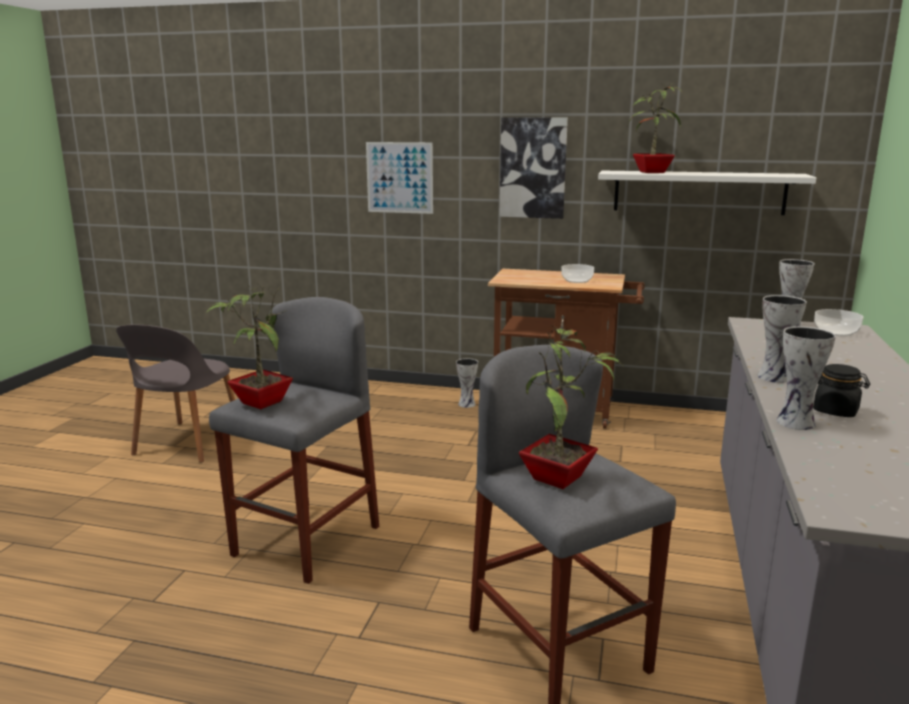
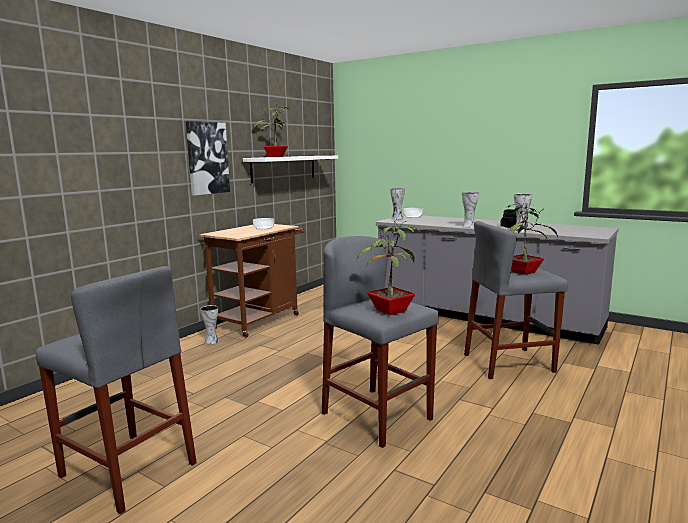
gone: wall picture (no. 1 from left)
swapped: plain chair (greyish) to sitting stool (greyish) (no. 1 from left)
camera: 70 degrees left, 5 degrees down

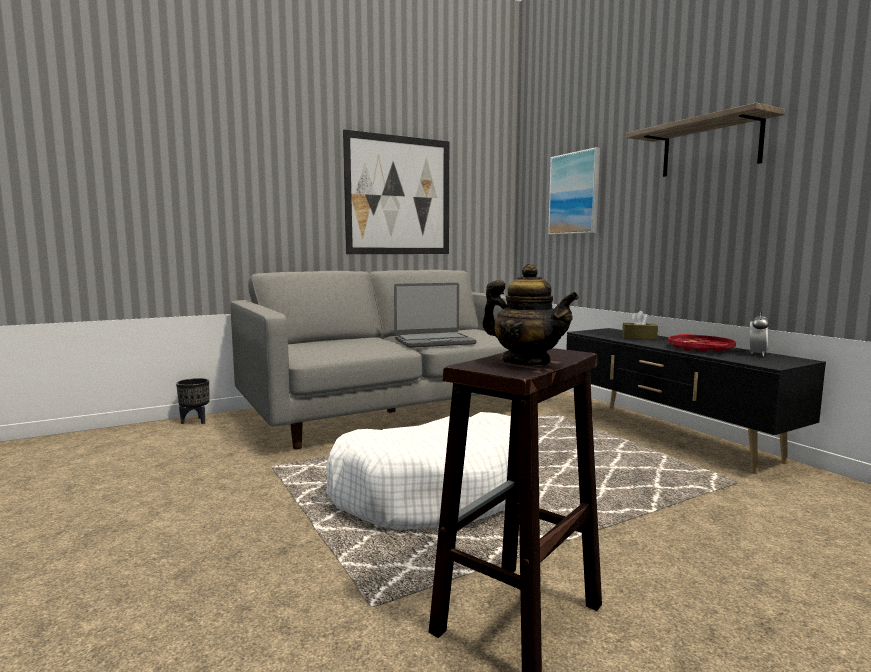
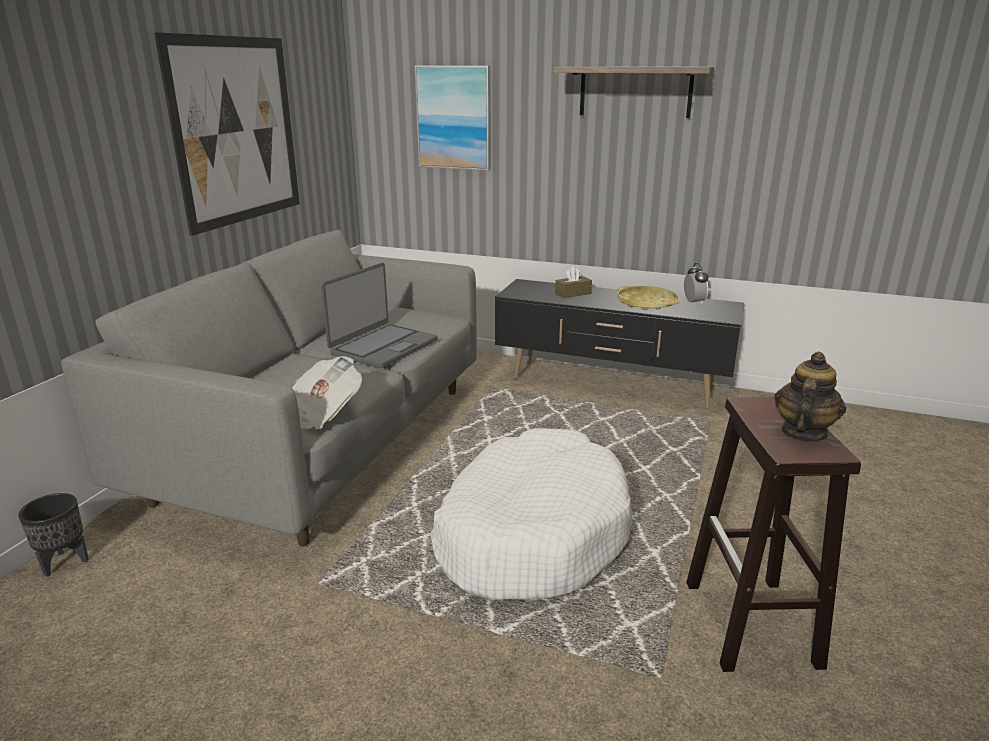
new: daily paper
repainted: carrying tray (red-coloured) to carrying tray (yellowish)
rotated: pot for tea 60 degrees counterclockwise
camera: 40 degrees left, 15 degrees up

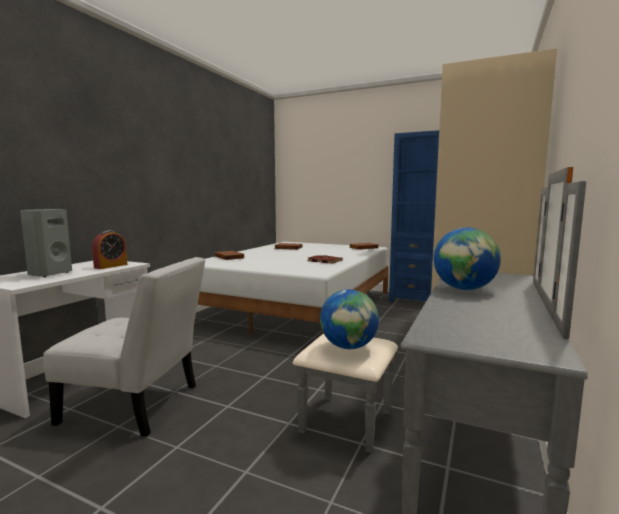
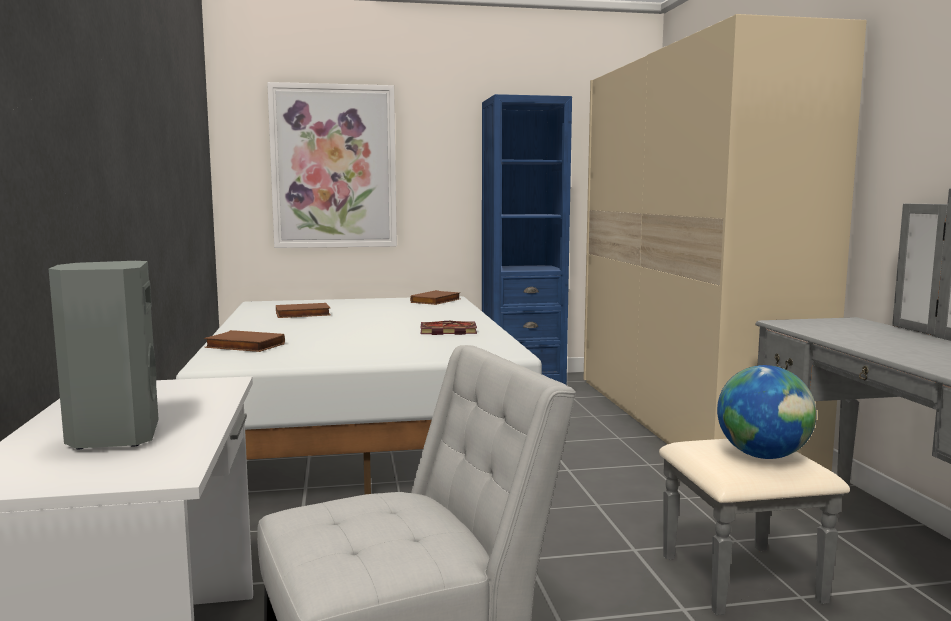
gone: bedside clock; desk globe (no. 2 from left)
new: wall picture
camera: 35 degrees left, 0 degrees up

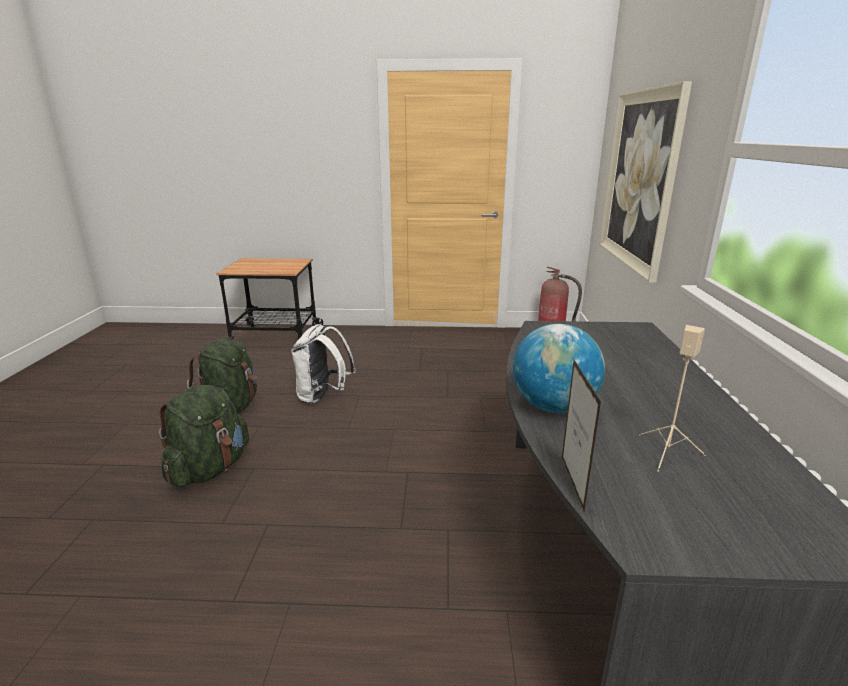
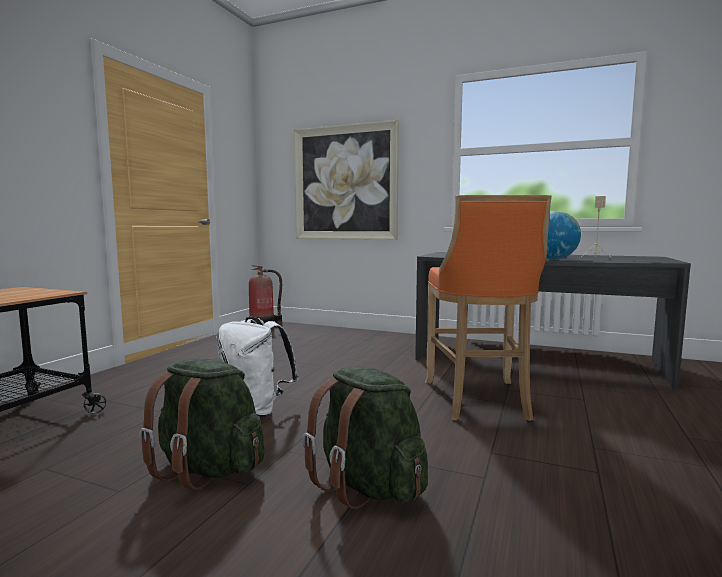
gone: standing frame
new: sitting stool (orangey)
camera: 70 degrees left, 15 degrees down

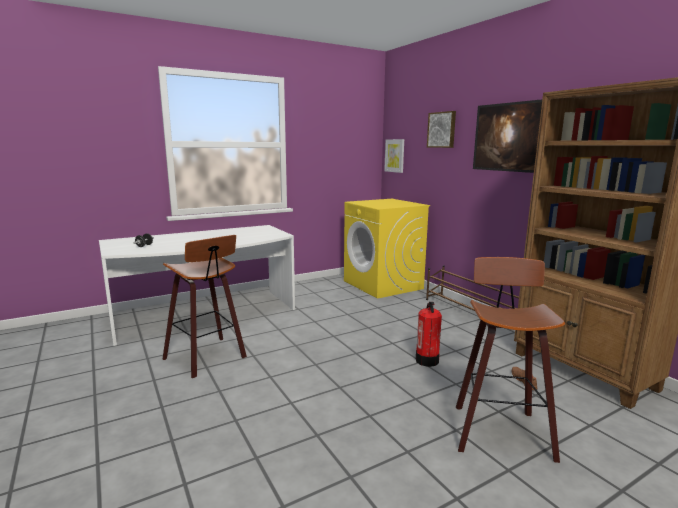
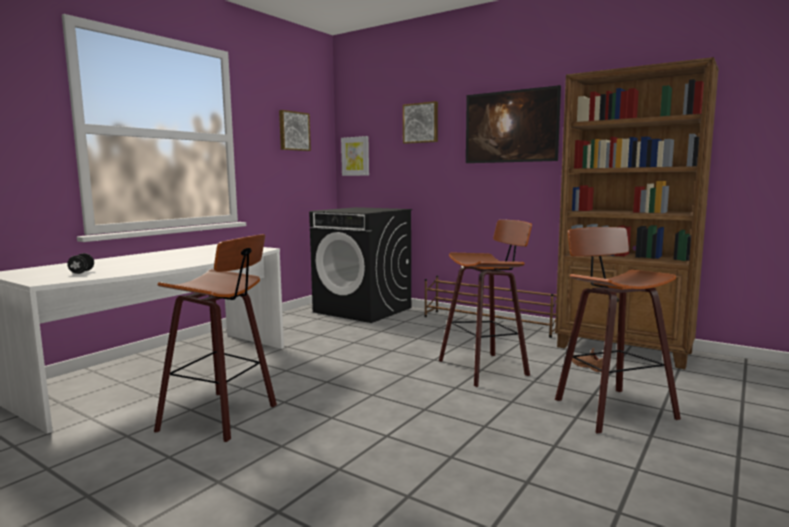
new: wall picture (no. 1 from left)
swapped: extinguisher to sitting stool (no. 2 from left)
repainted: washing machine (yellowish) to washing machine (black-coloured)
camera: 25 degrees left, 5 degrees down

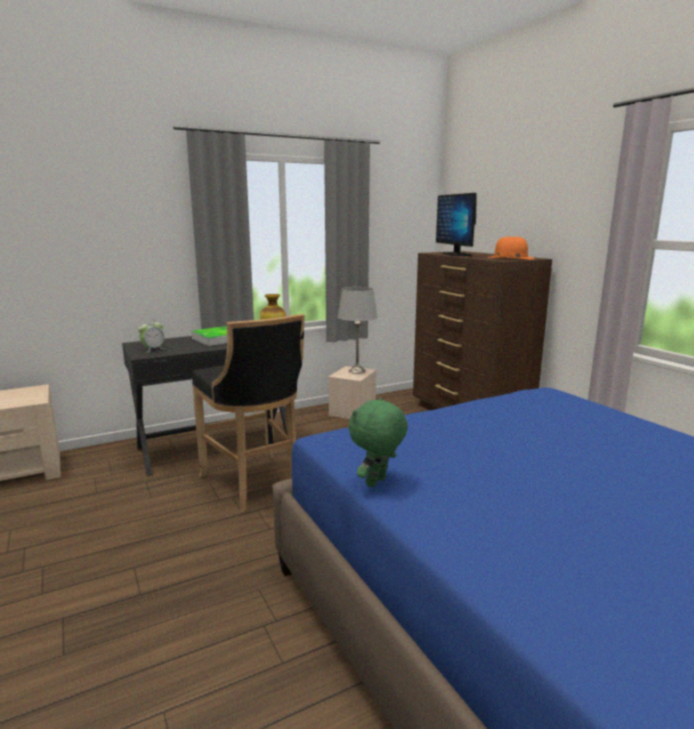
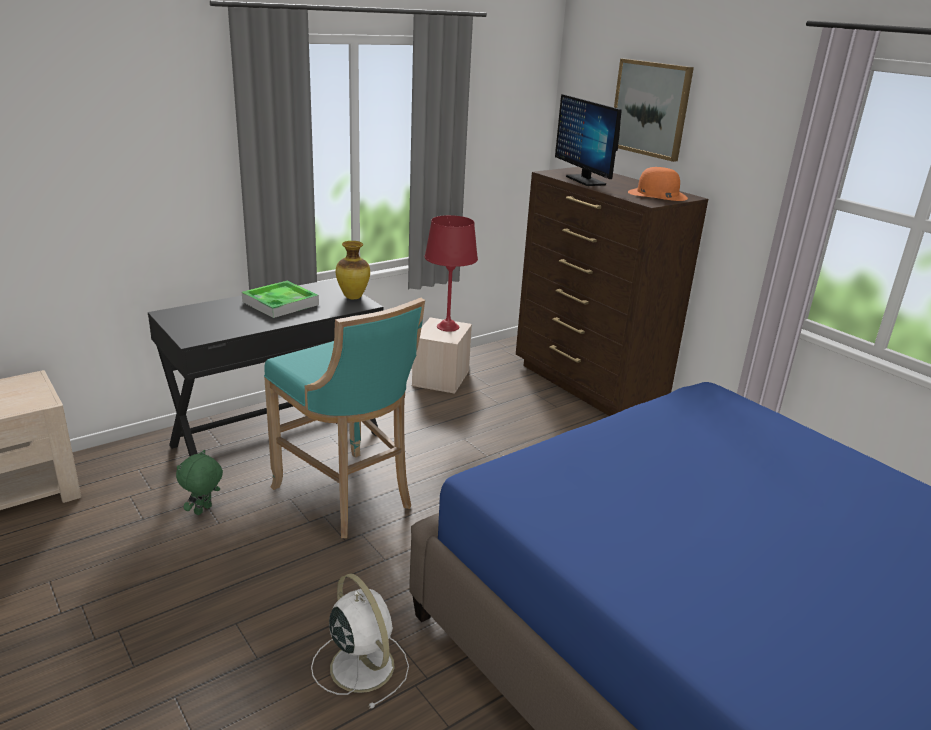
gone: bedside clock
new: fan (white); wall picture
shifted: cuddly toy (green)
repainted: sitting stool (black-coloured) to sitting stool (blue-green); table lamp (greyish) to table lamp (red-coloured)
camera: 10 degrees left, 10 degrees up

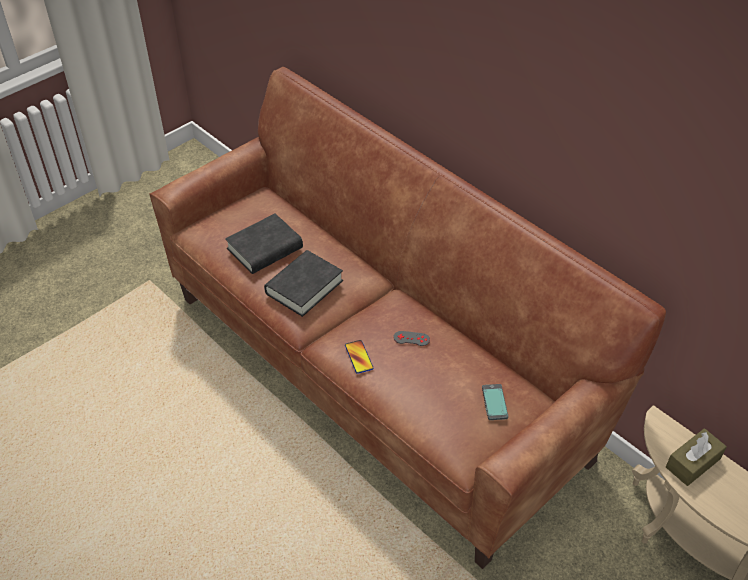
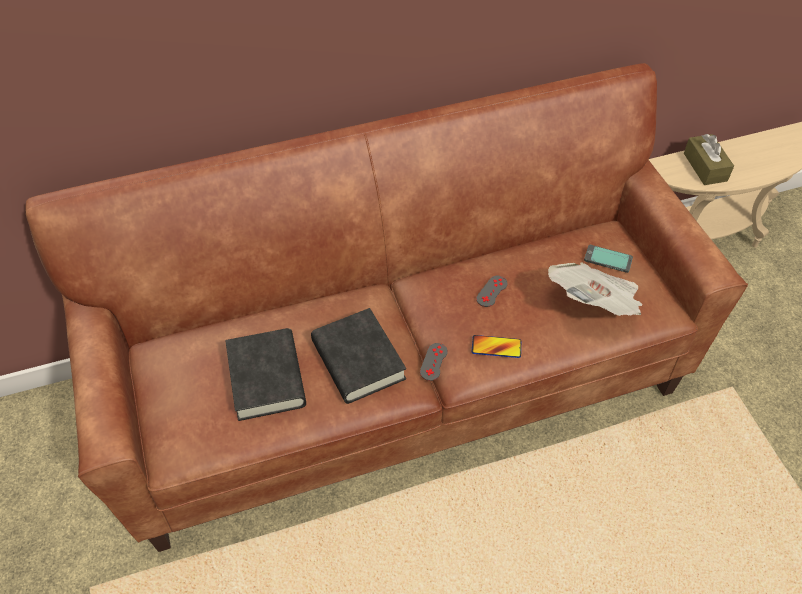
new: joypad (greyish) (no. 1 from left); daily paper
camera: 65 degrees left, 5 degrees up

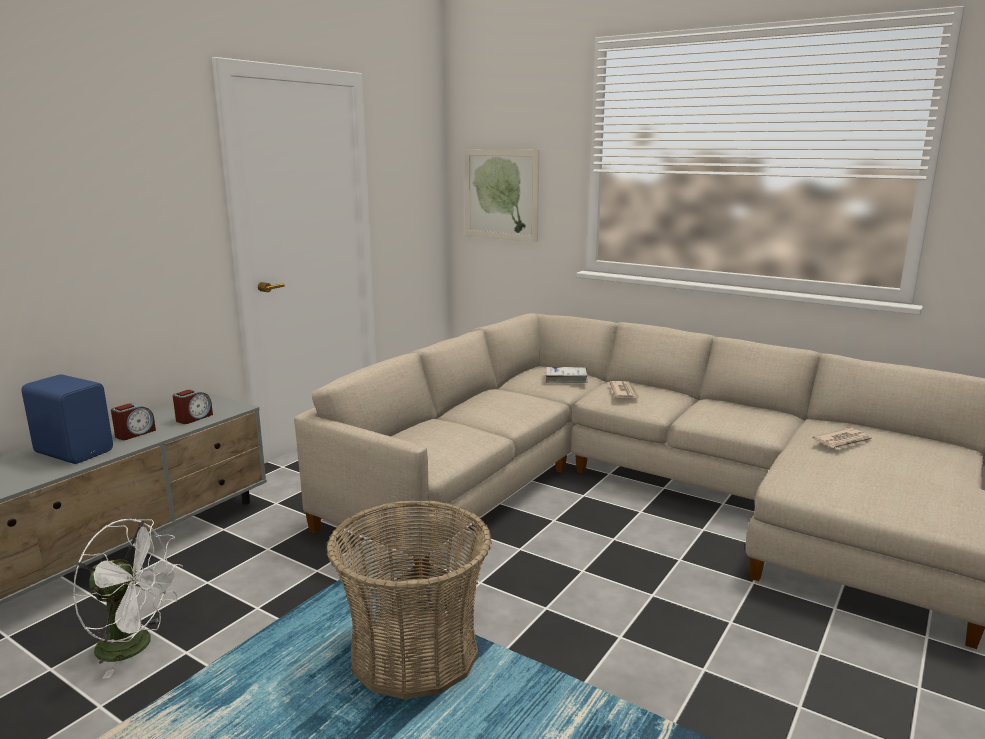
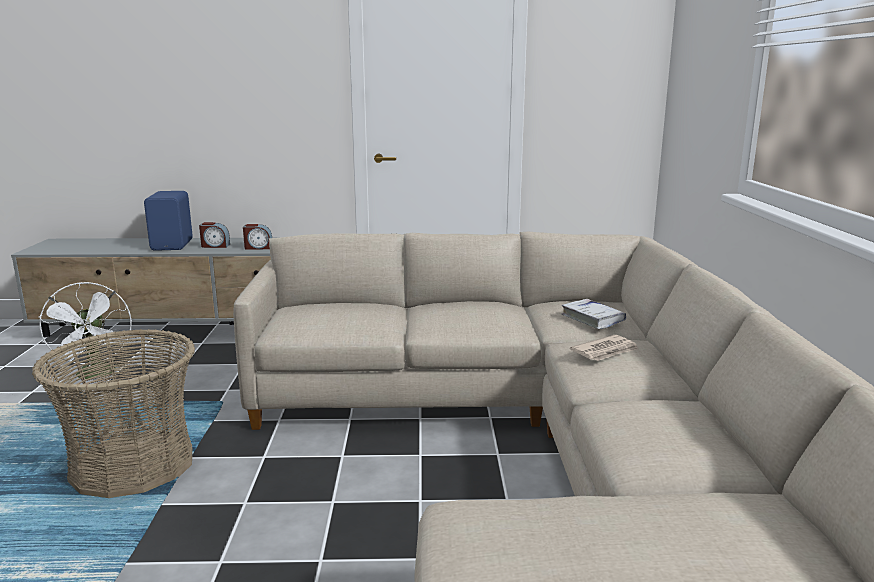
gone: wall picture; daily paper (no. 2 from left)
camera: 55 degrees right, 0 degrees up

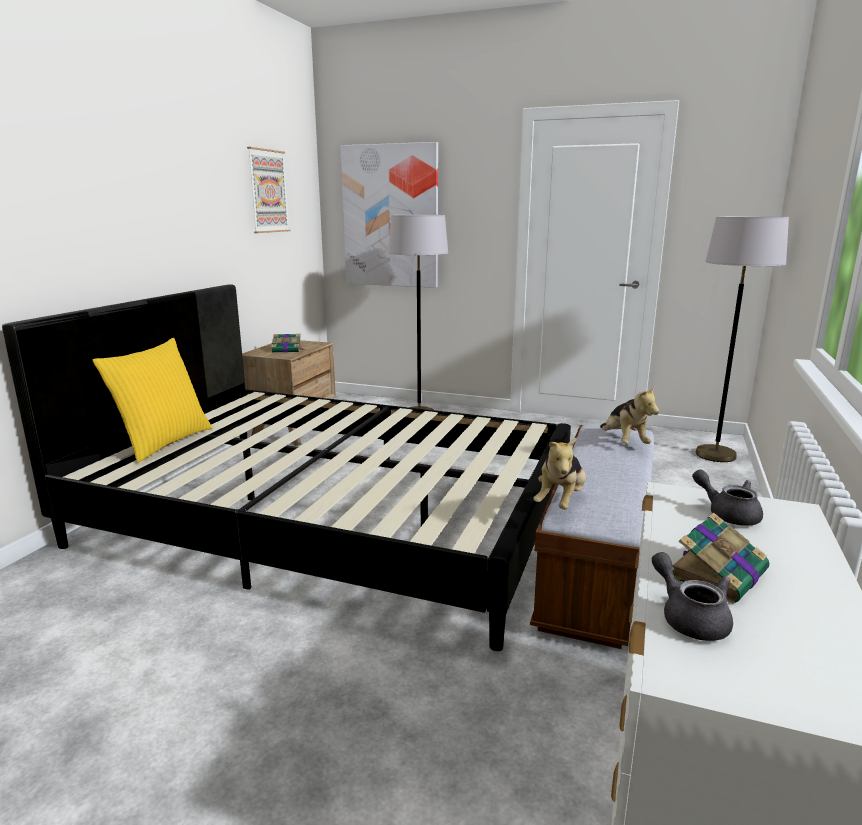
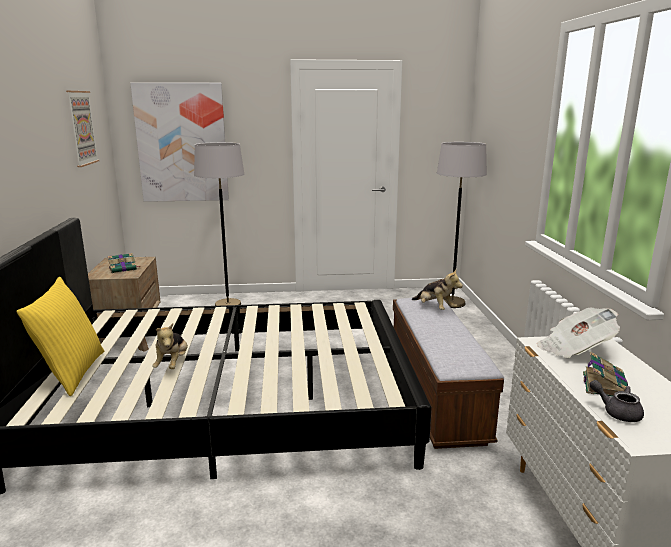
shifted: cuddly toy (no. 1 from left)
swapped: pot for tea (greyish) (no. 2 from left) to daily paper
camera: 25 degrees left, 0 degrees up

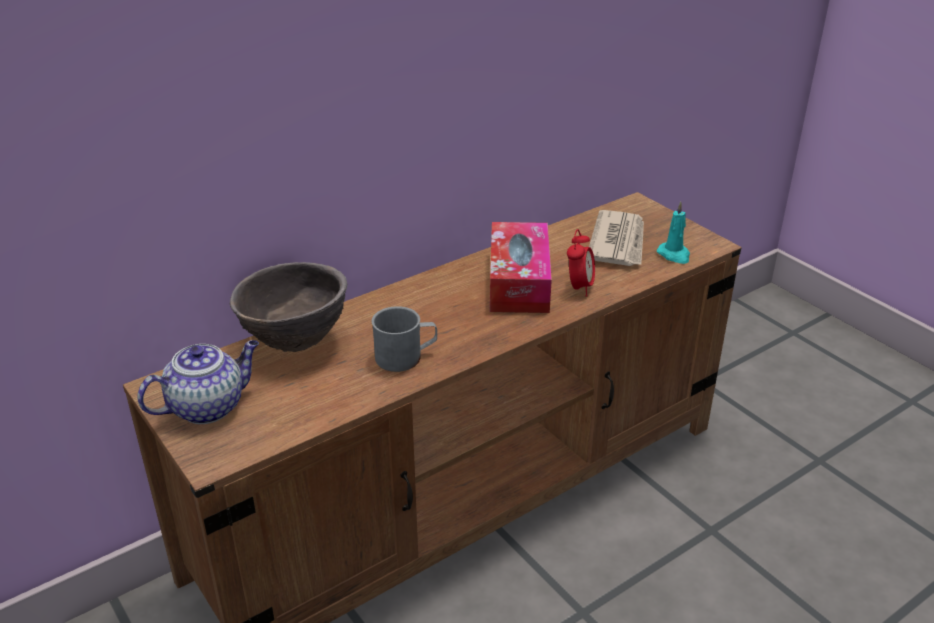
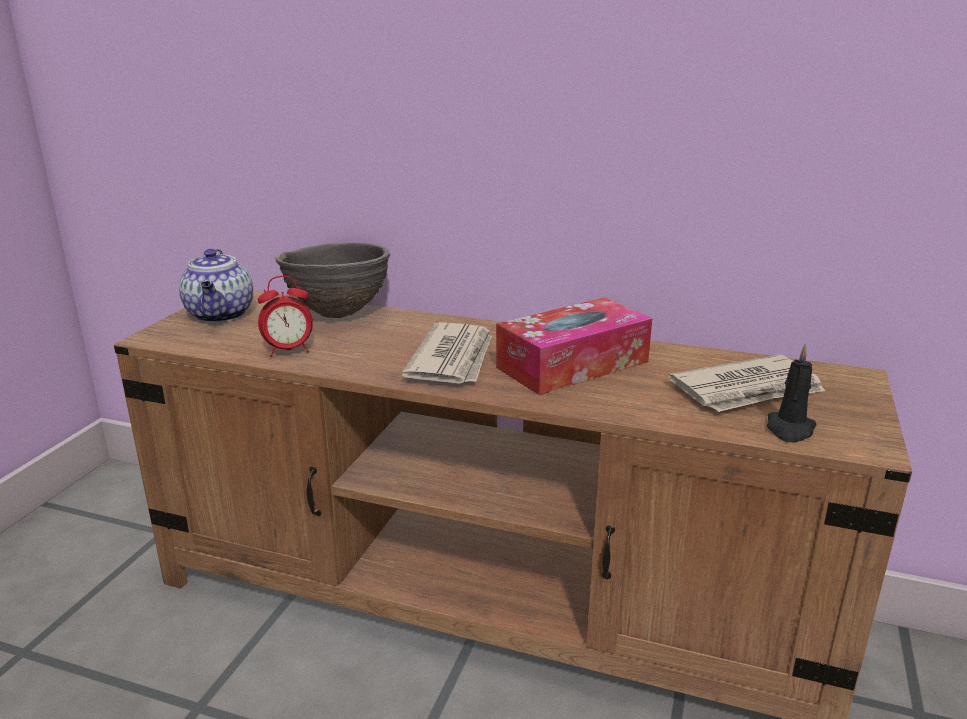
gone: mug (greyish)
new: daily paper (no. 1 from left)
shifted: bedside clock
repainted: wax light (blue-green) to wax light (black-coloured)
rotated: pot for tea 60 degrees clockwise
camera: 55 degrees right, 10 degrees down

